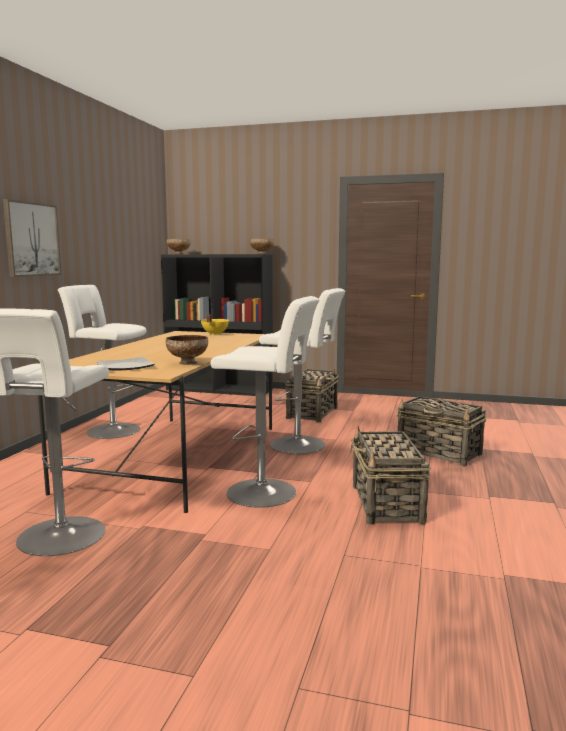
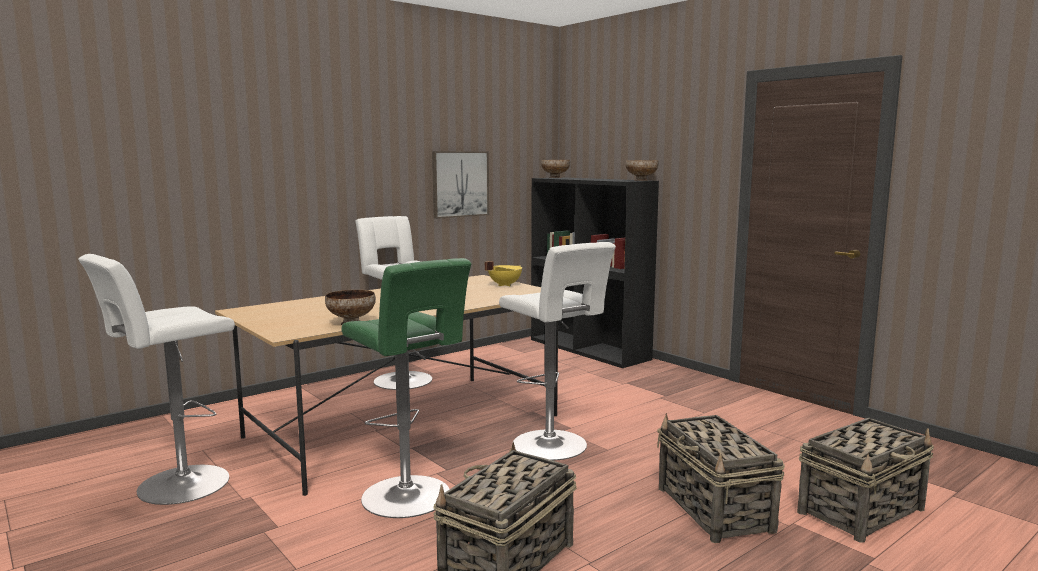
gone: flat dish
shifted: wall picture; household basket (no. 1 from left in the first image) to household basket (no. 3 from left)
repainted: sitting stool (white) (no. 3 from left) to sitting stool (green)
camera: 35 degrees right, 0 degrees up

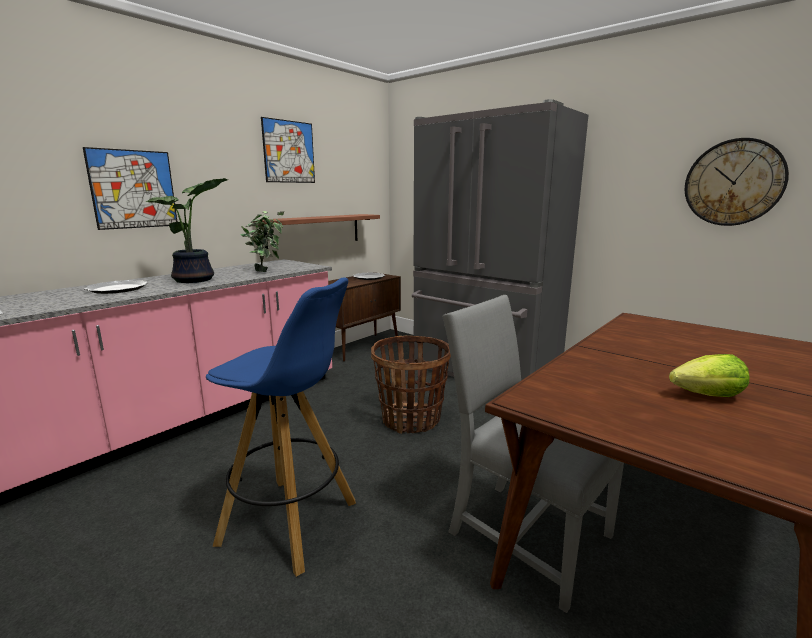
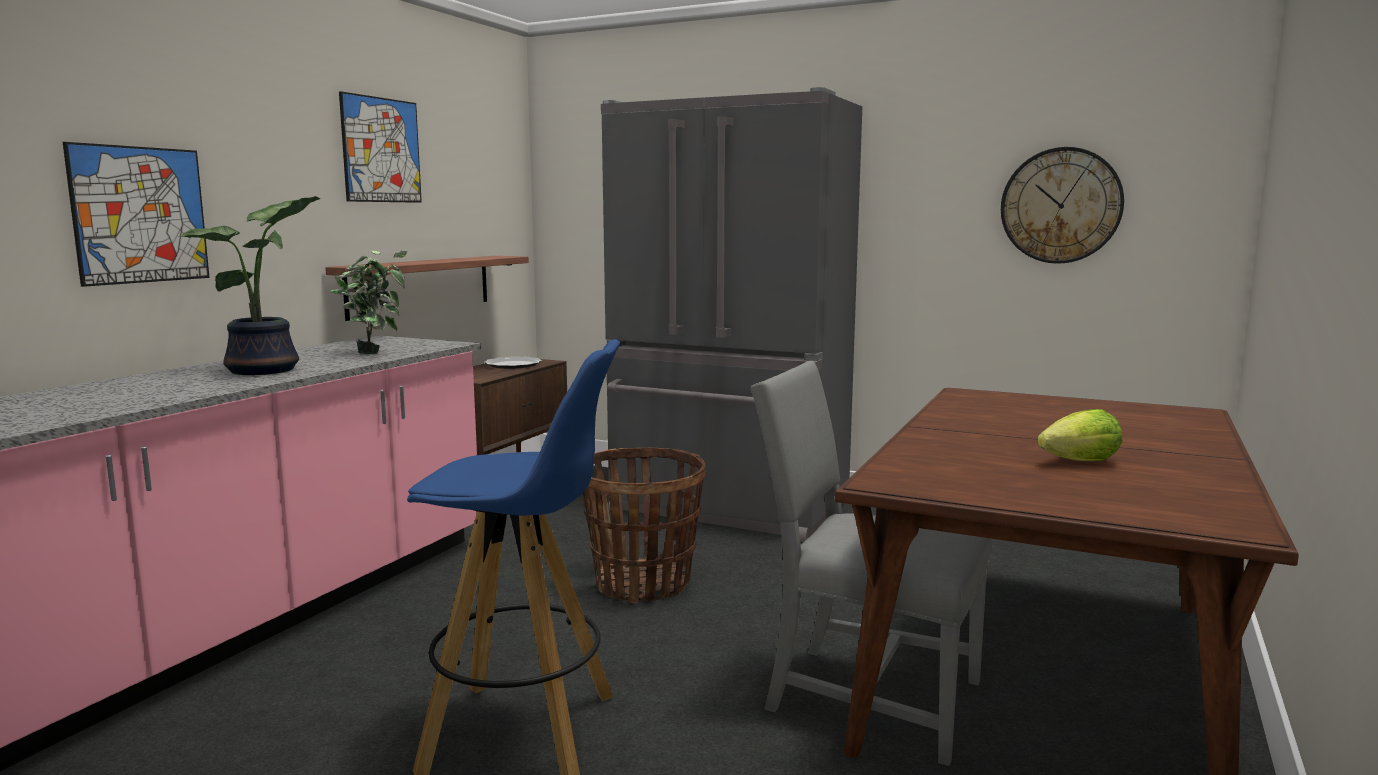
gone: flat dish (no. 1 from left)
camera: 15 degrees left, 5 degrees down

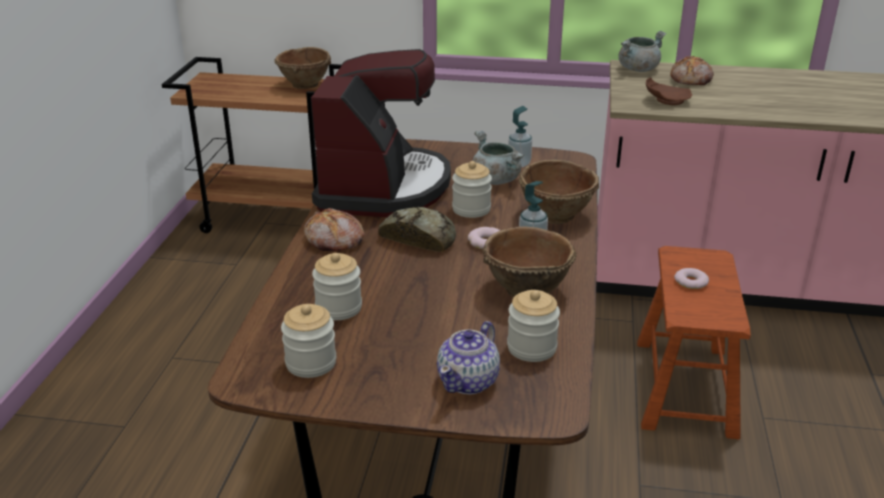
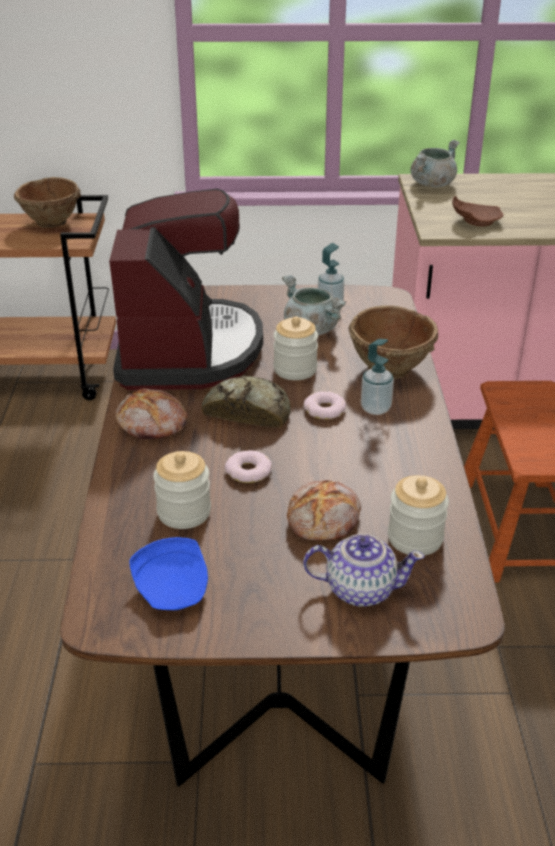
gone: deep dish (brown) (no. 2 from left)
shifted: donut (no. 2 from left in the first image) to donut (no. 1 from left); bakery bread (no. 3 from left)
swapped: jar (no. 1 from left) to flat dish (blue-coloured)
rotated: pot for tea 105 degrees counterclockwise
camera: 10 degrees left, 5 degrees up

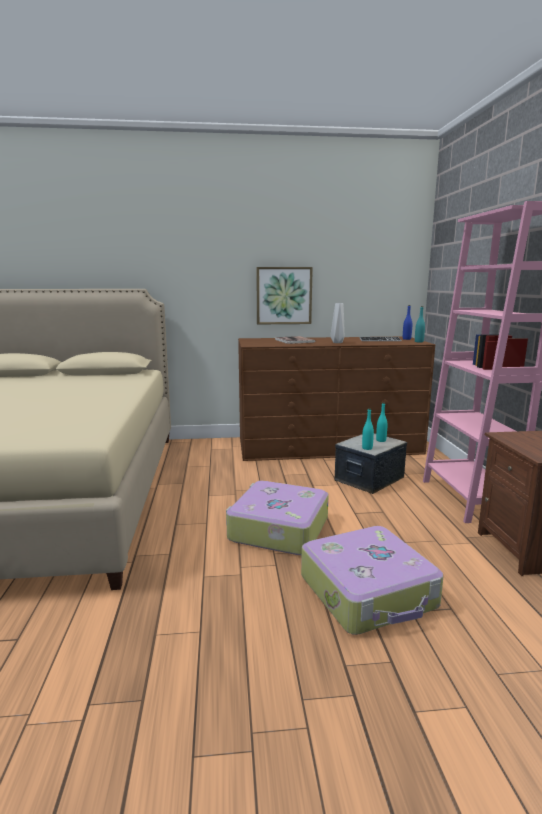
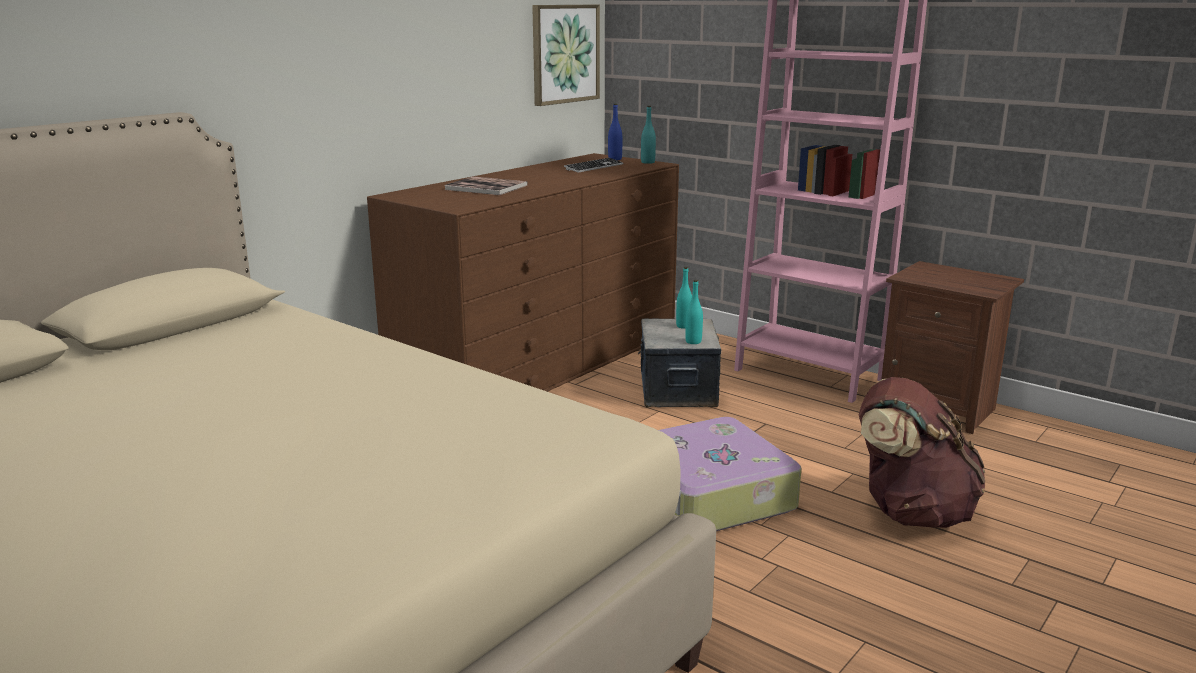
gone: decorative vase (greyish)
shifted: wall picture
swapped: piece of luggage (no. 2 from left) to rucksack (brown)
camera: 45 degrees left, 5 degrees up

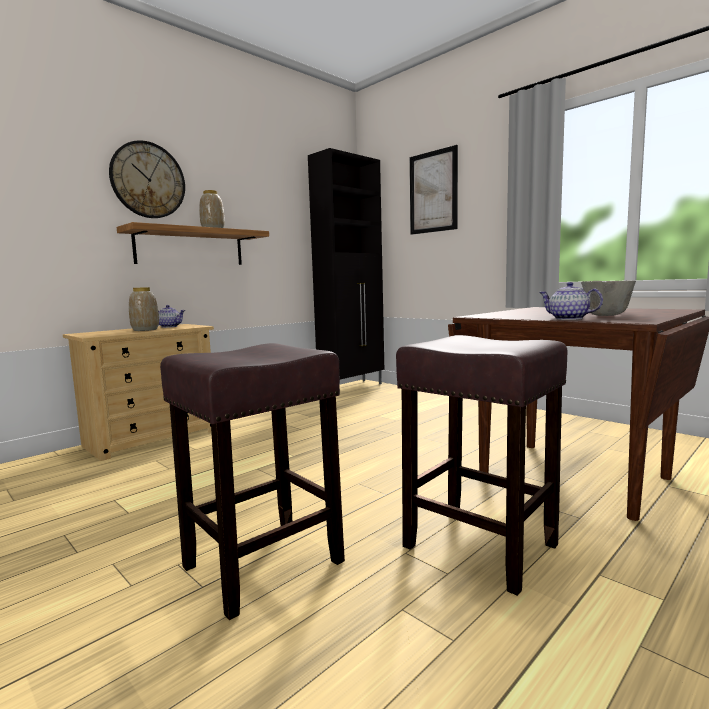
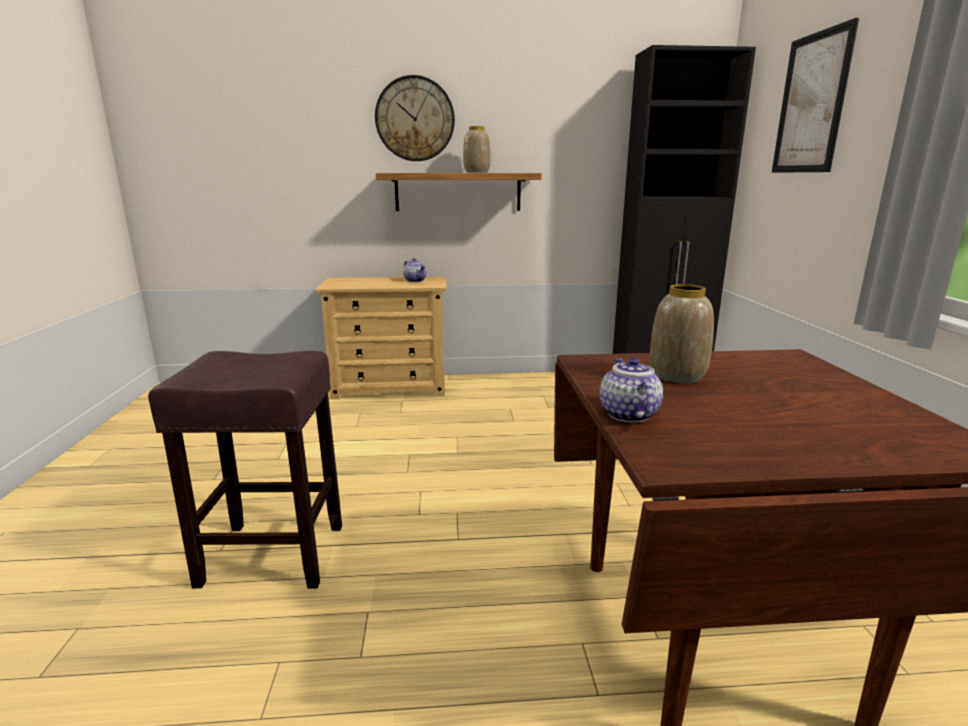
gone: sitting stool (brown) (no. 2 from left); deep dish (greyish)
shifted: decorative vase (no. 1 from left in the first image) to decorative vase (no. 2 from left)
camera: 40 degrees right, 10 degrees up

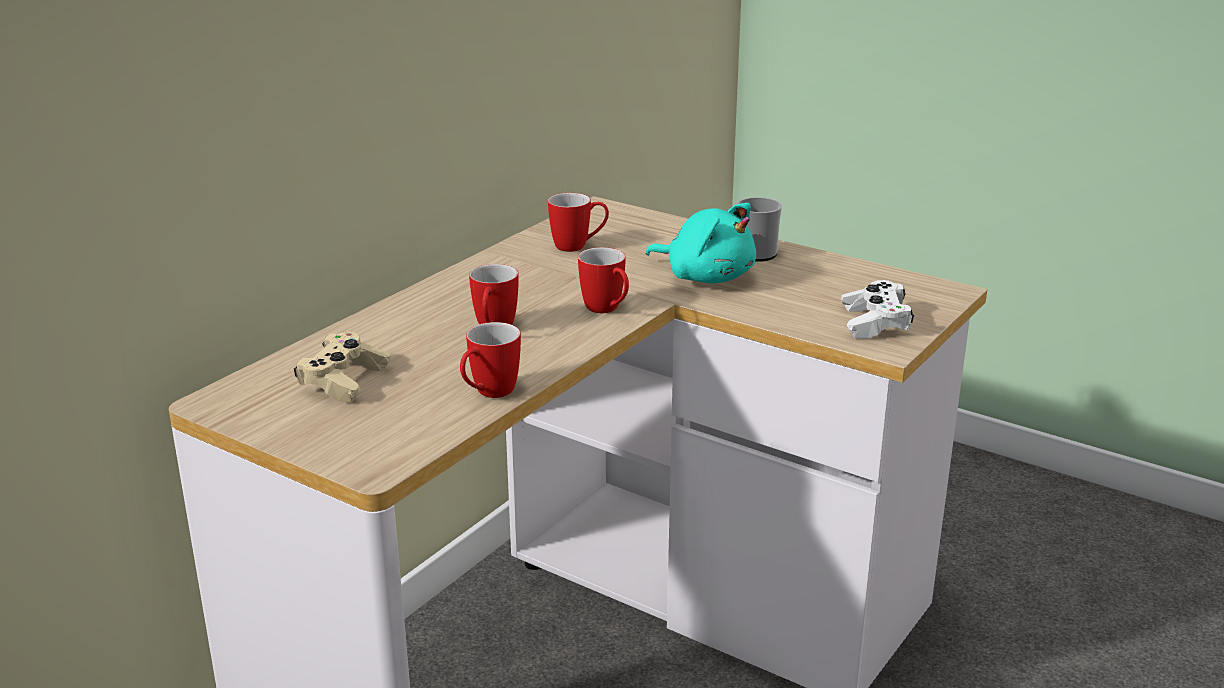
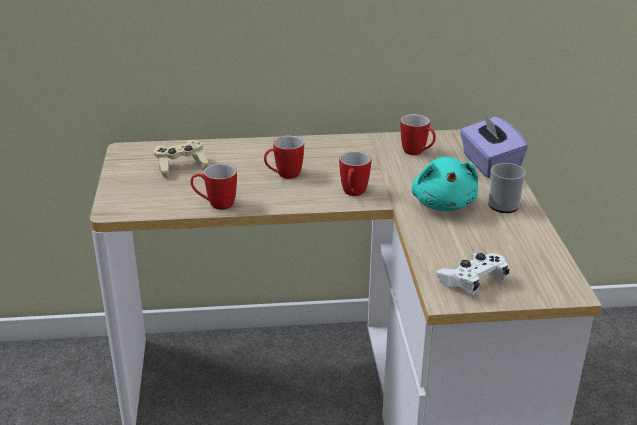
new: tissue box (purple-coloured)
camera: 50 degrees right, 5 degrees up

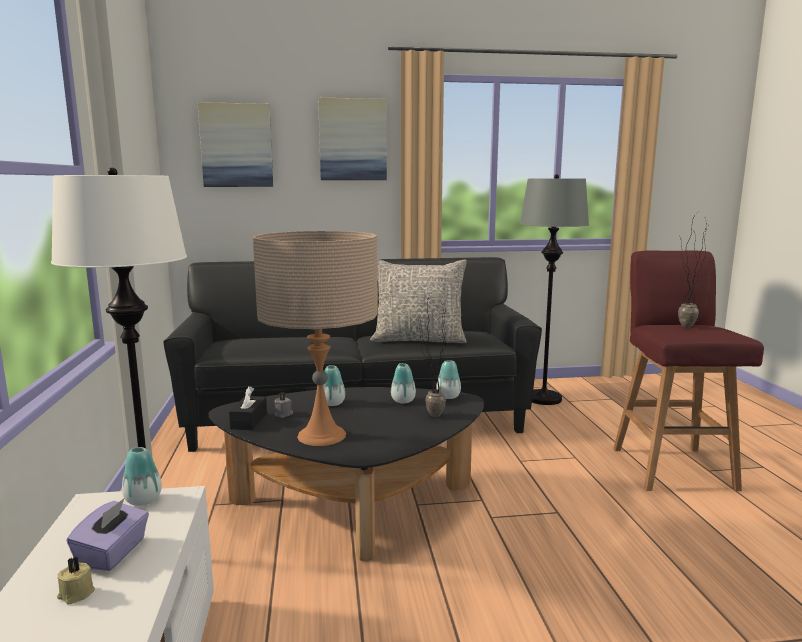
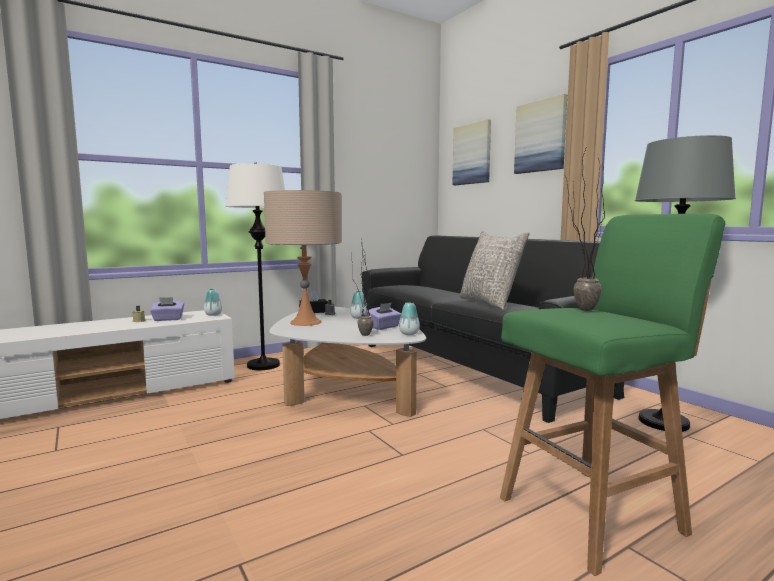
swapped: decorative vase (no. 3 from left) to tissue box (purple-coloured) (no. 2 from left)
repainted: lounge table (black-coloured) to lounge table (white); sitting stool (red-coloured) to sitting stool (green)
camera: 65 degrees right, 5 degrees down

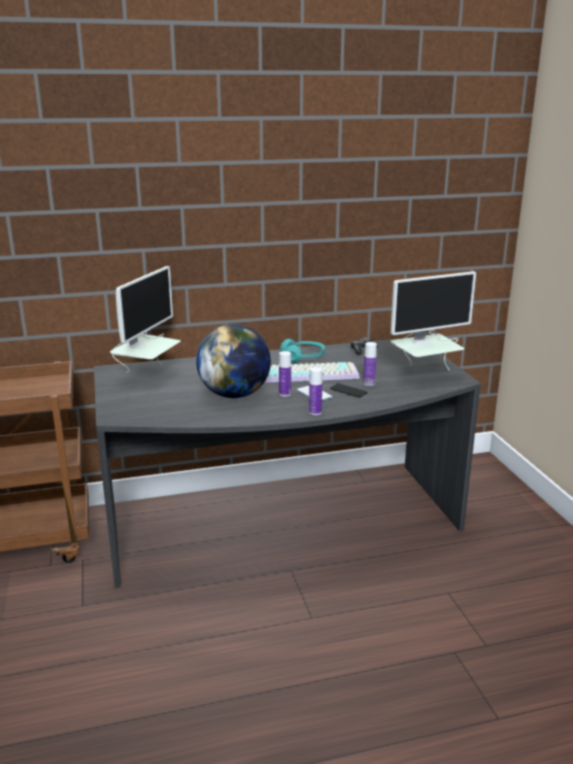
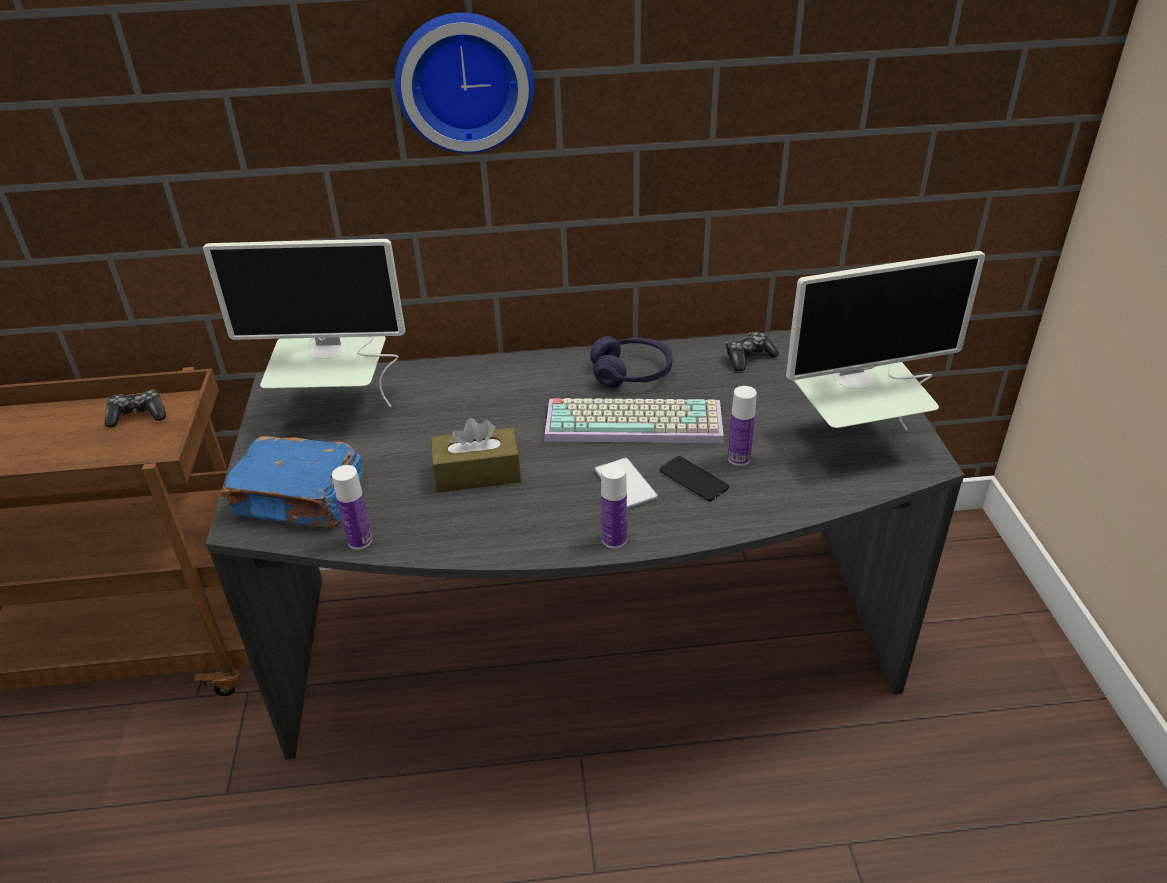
new: joypad (no. 1 from left); volume (blue-coloured); clock on the wall
shifted: bottle (no. 1 from left)
swapped: desk globe to tissue box (brown)
repainted: headphones (blue-green) to headphones (purple-coloured)
rotated: computer display (no. 1 from left) 60 degrees clockwise
camera: 10 degrees right, 15 degrees up

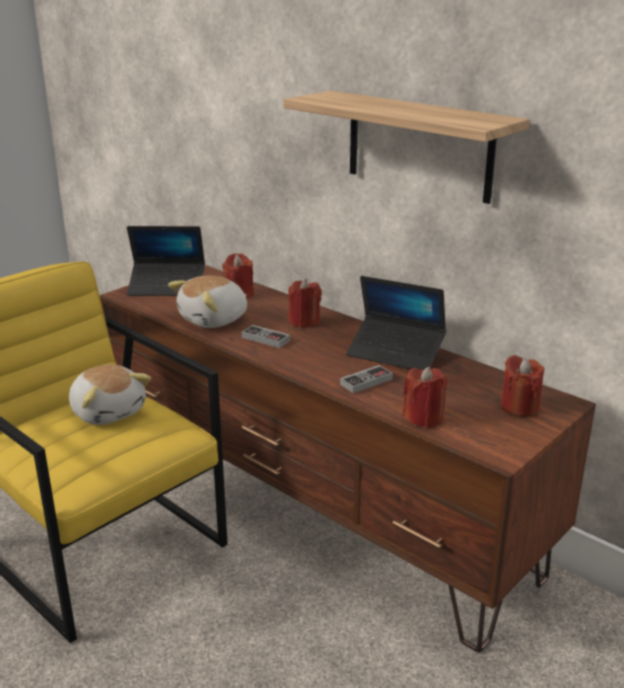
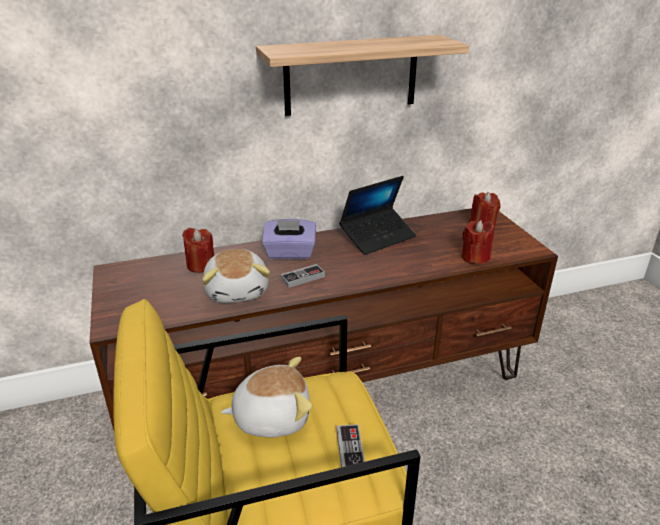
gone: portable computer (no. 1 from left)
shifted: joypad (no. 2 from left)
swapped: wax light (red-coloured) (no. 2 from left) to tissue box (purple-coloured)
camera: 60 degrees left, 5 degrees up

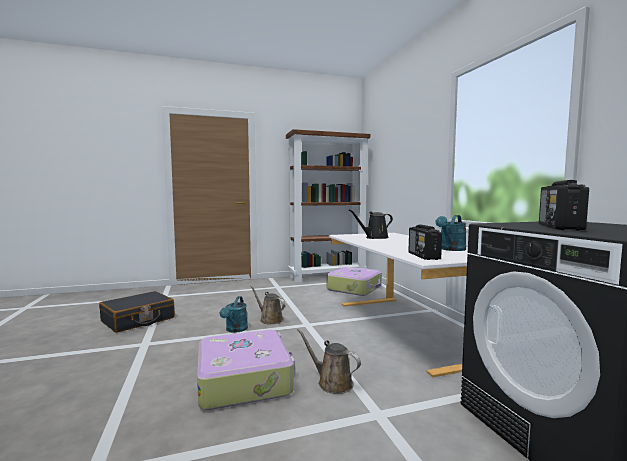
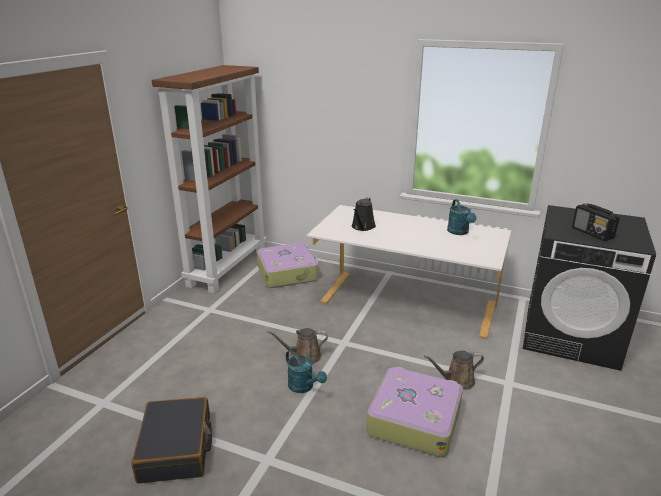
gone: radio receiver (no. 1 from left)
camera: 50 degrees left, 20 degrees up

